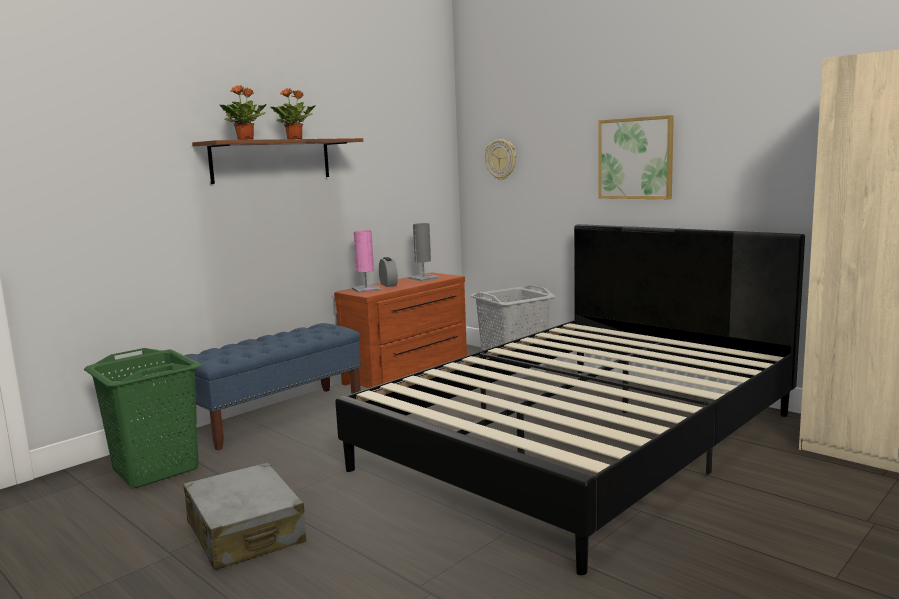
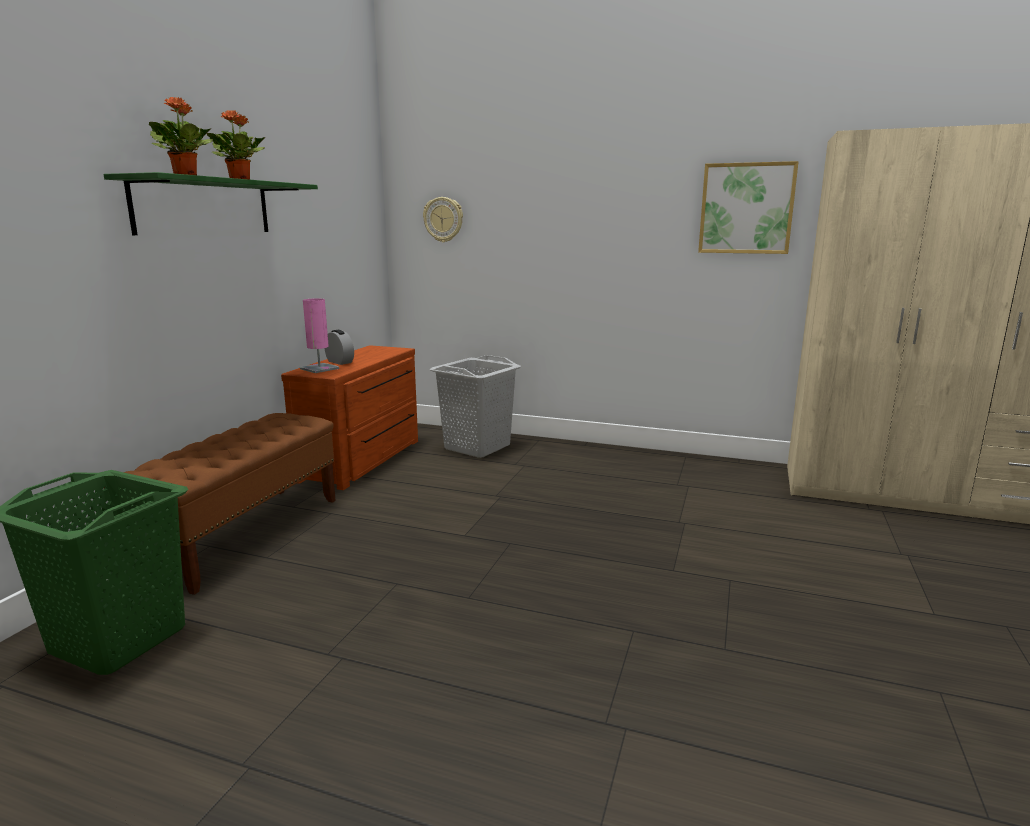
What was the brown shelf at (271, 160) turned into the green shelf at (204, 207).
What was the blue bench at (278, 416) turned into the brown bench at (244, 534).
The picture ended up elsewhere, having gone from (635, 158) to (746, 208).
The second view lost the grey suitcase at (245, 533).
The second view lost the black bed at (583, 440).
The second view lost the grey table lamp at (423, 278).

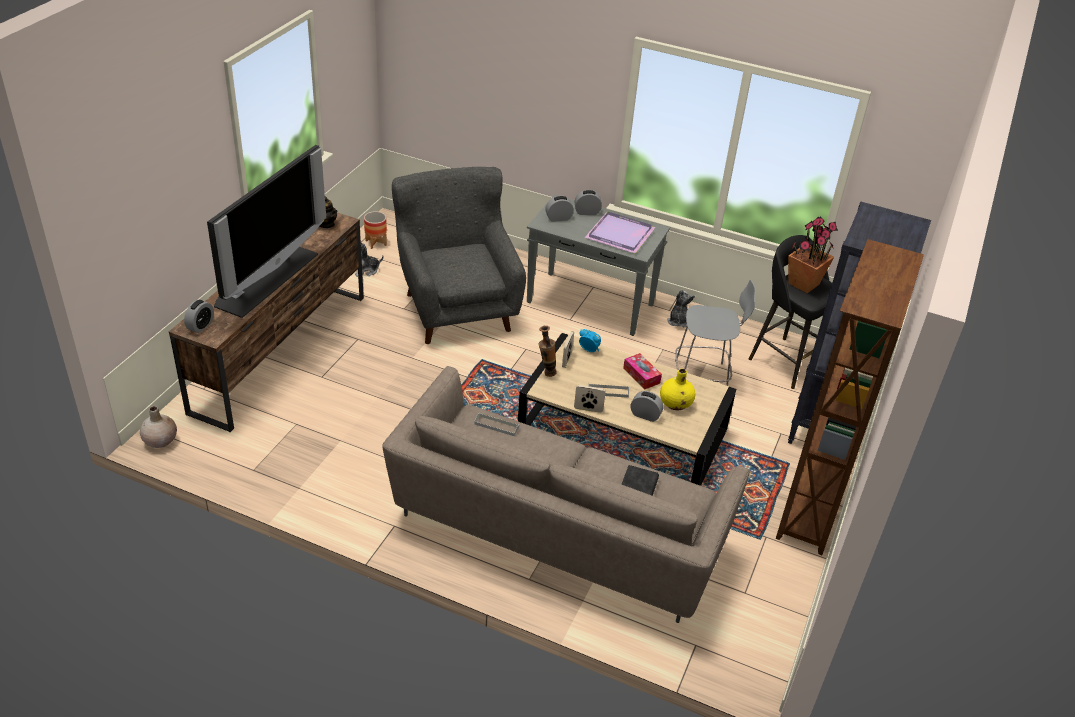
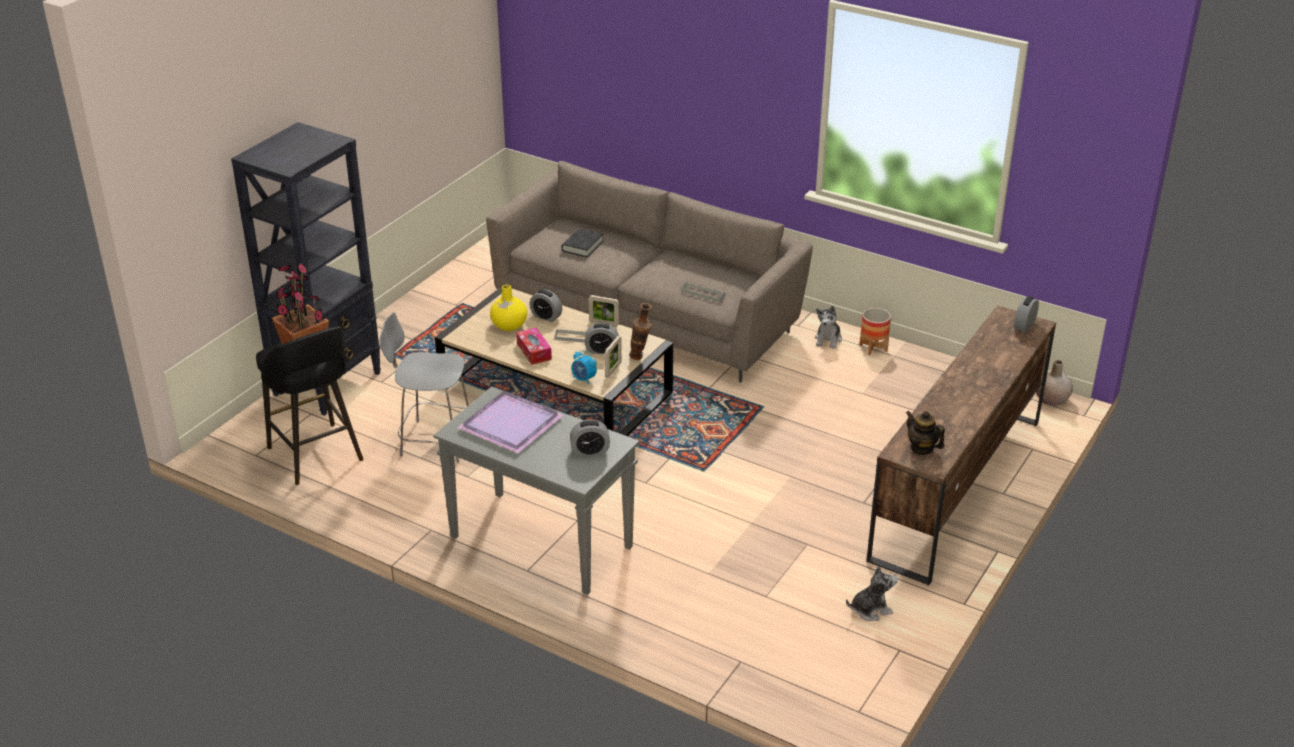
The alarm clock ended up elsewhere, having gone from (587, 212) to (602, 350).
The plush toy ended up elsewhere, having gone from (678, 321) to (828, 339).
The planter ended up elsewhere, having gone from (376, 243) to (873, 348).
The second view lost the television at (265, 278).
The second view lost the grey armchair at (457, 306).
The second view lost the brown bookcase at (810, 509).

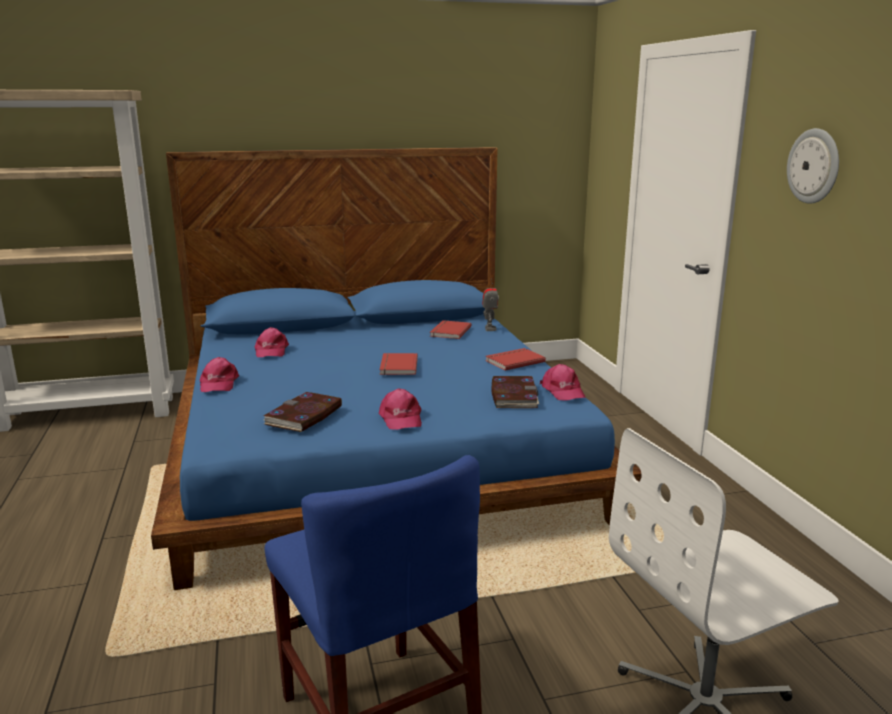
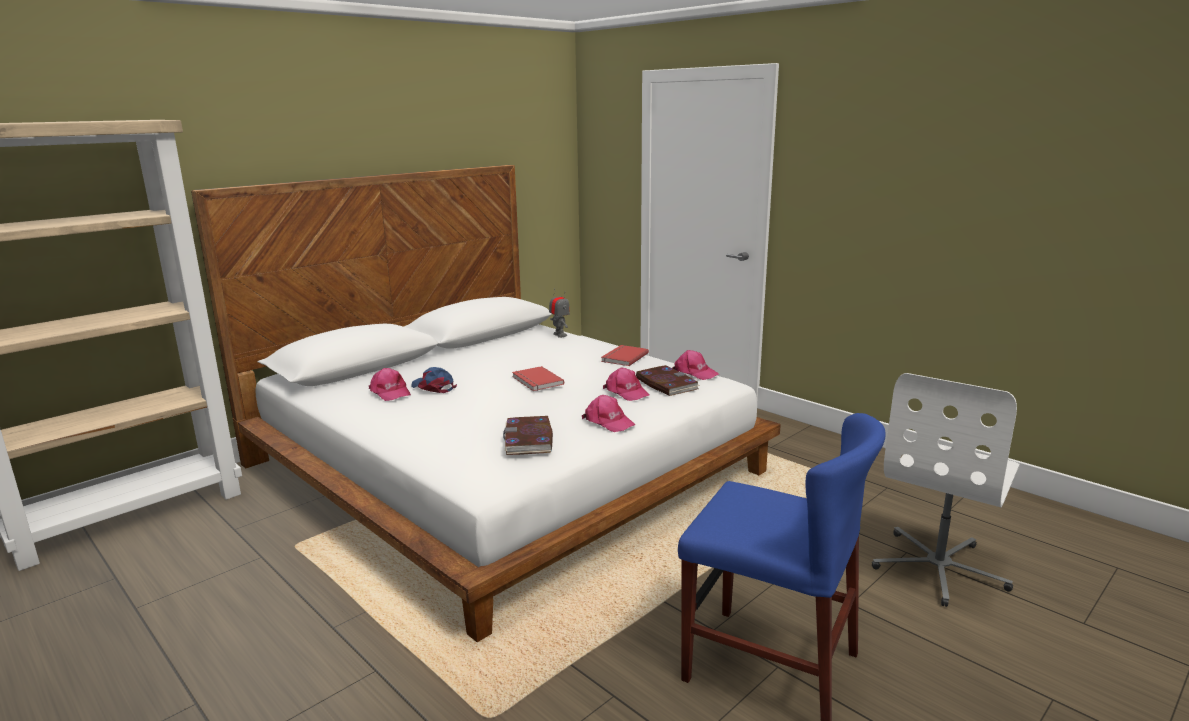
What was the blue bed at (375, 448) turned into the white bed at (503, 468).
The second view gained the blue cap at (433, 387).
The pink cap ended up elsewhere, having gone from (218, 383) to (626, 392).
The second view lost the red book at (449, 331).
The second view lost the wall clock at (814, 166).

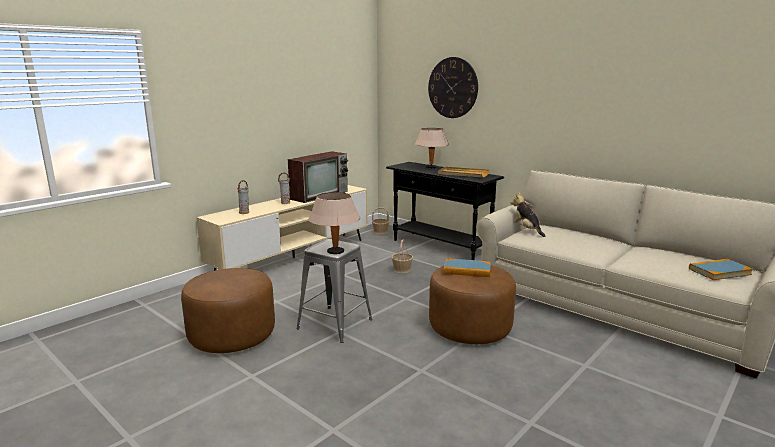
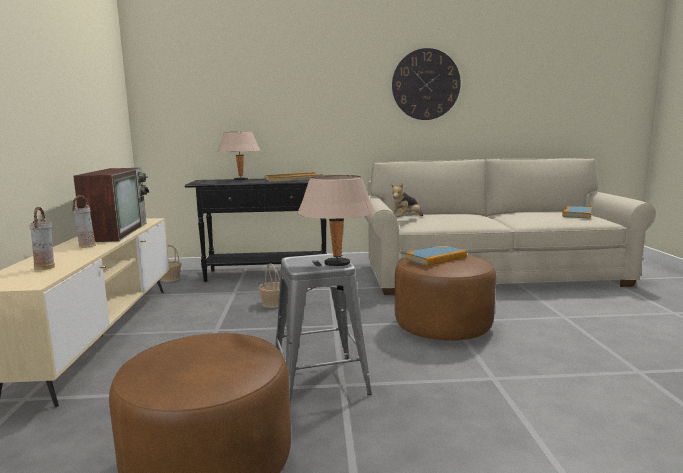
The plush toy at (526, 230) ended up facing another way, 60 degrees counterclockwise from before.
The wall clock ended up elsewhere, having gone from (452, 88) to (426, 84).

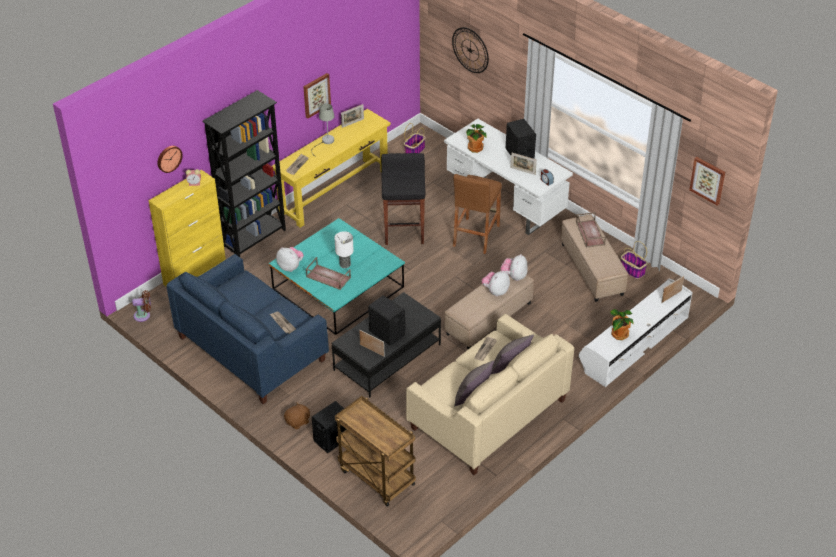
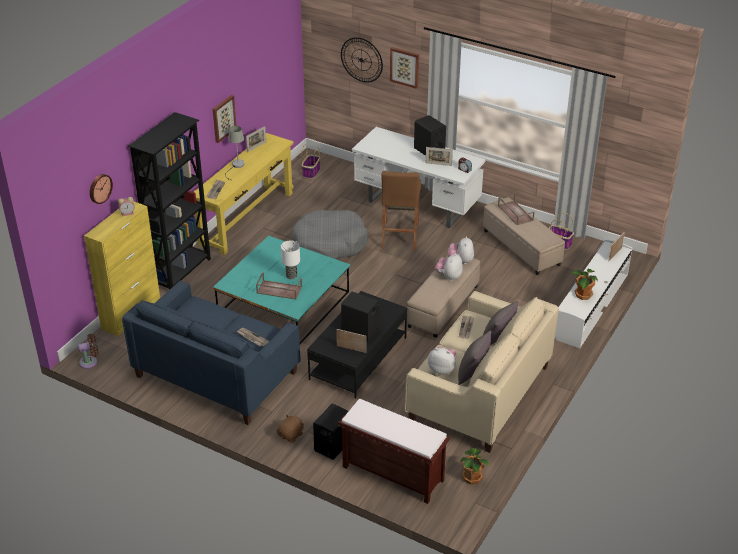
Where the black stool stood at (404, 232), the grey dog bed came to stand at (329, 243).
Where the brown cart stood at (375, 477), the brown bench came to stand at (392, 473).
The picture ended up elsewhere, having gone from (708, 180) to (405, 67).
The plush toy ended up elsewhere, having gone from (290, 267) to (442, 369).
The potted plant ended up elsewhere, having gone from (476, 148) to (472, 477).

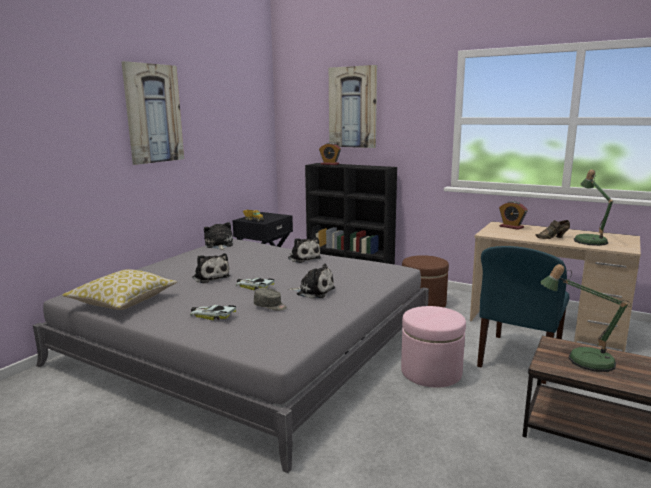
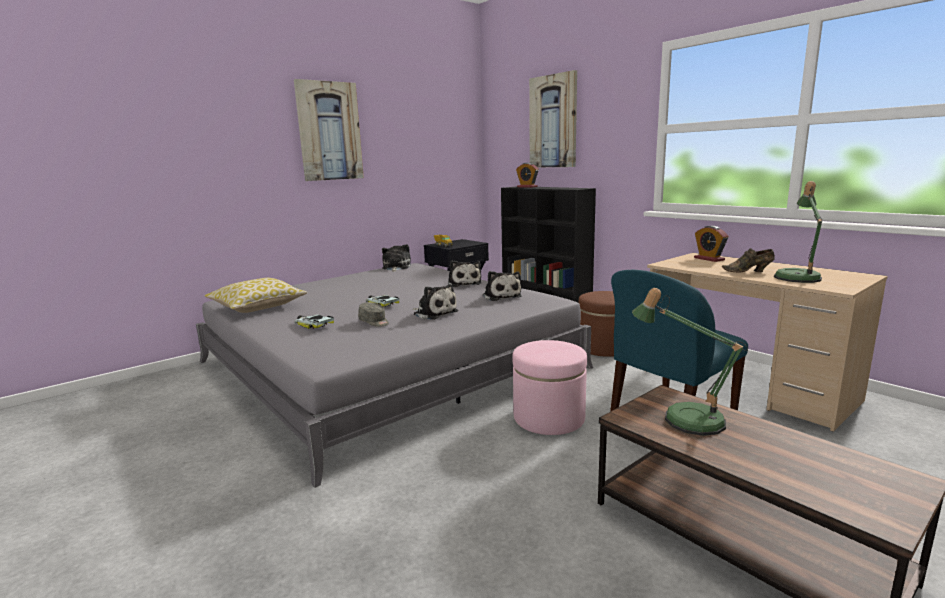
The plush toy ended up elsewhere, having gone from (210, 277) to (501, 296).

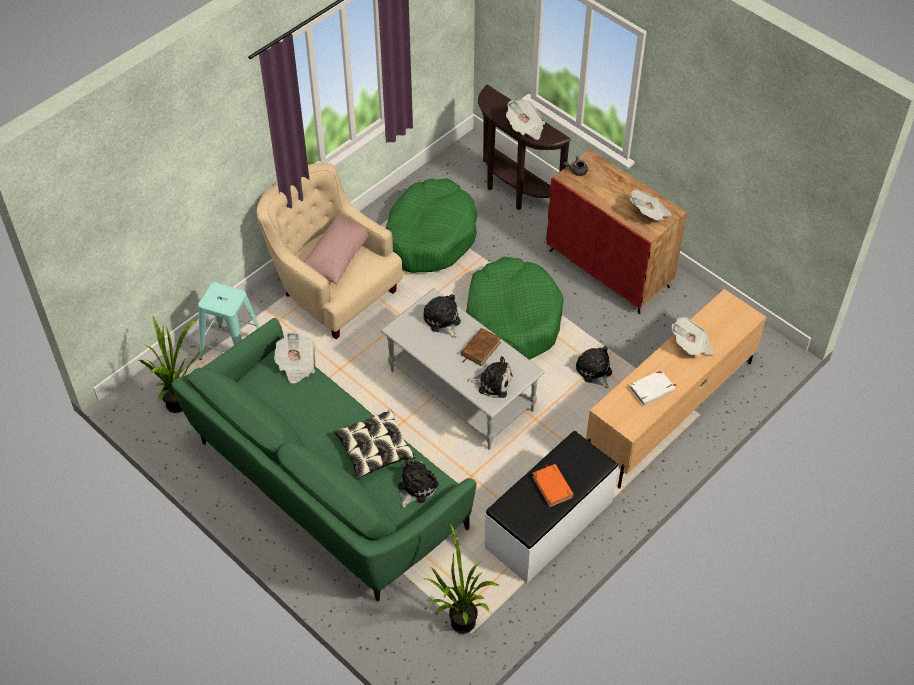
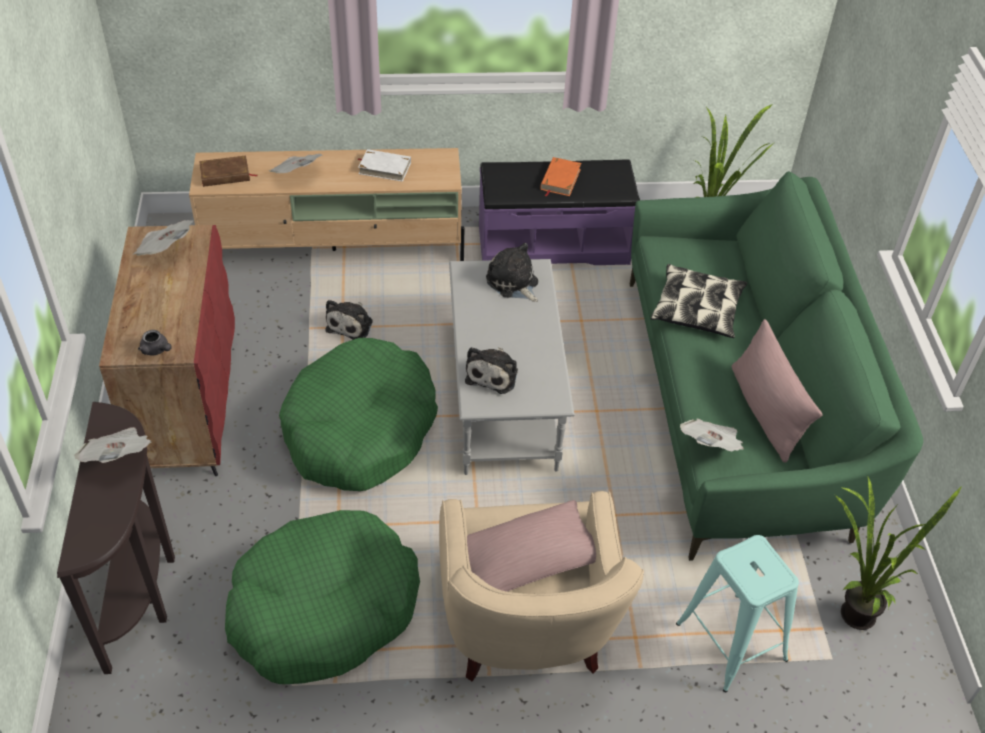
The brown book ended up elsewhere, having gone from (480, 348) to (225, 174).
What was the white bench at (549, 525) turned into the purple bench at (553, 244).
The second view gained the pink pillow at (765, 411).
The second view lost the plush toy at (416, 487).

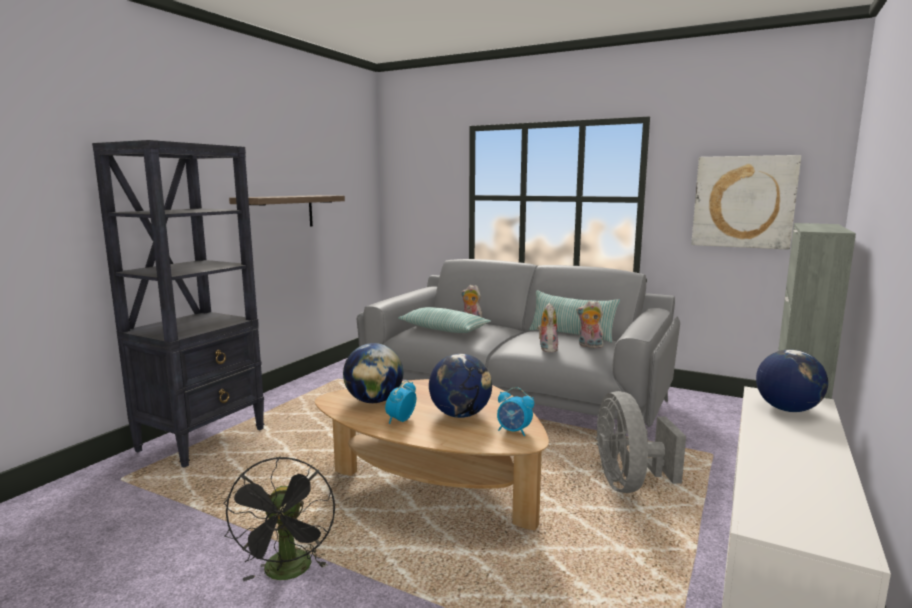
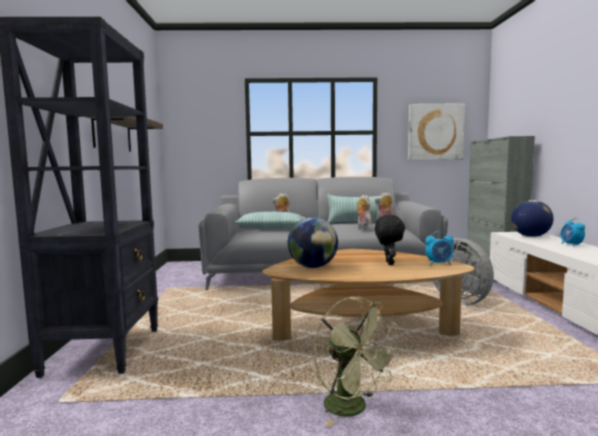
What was the black fan at (288, 573) turned into the green fan at (353, 409).
Where the globe stood at (460, 415), the black plush toy came to stand at (388, 263).
The alarm clock ended up elsewhere, having gone from (400, 420) to (571, 245).

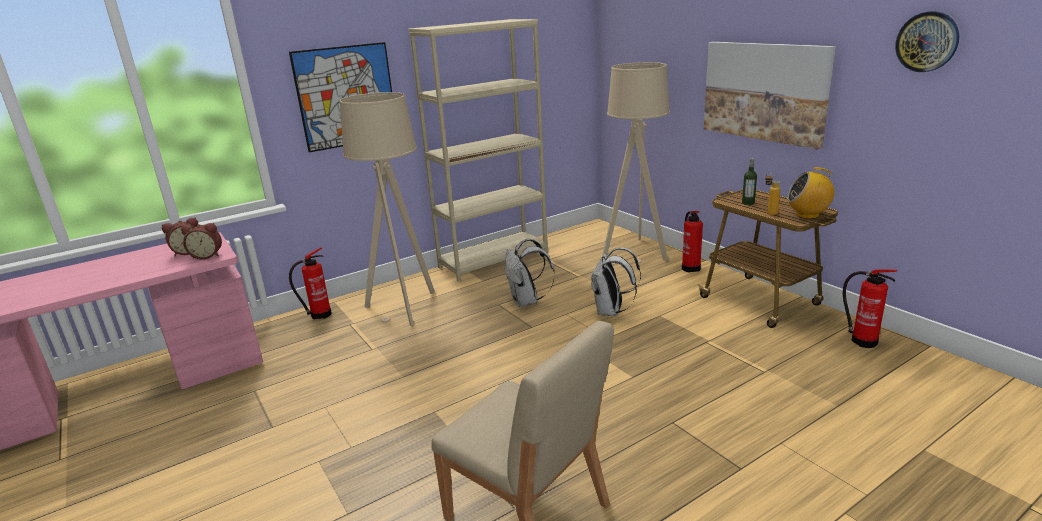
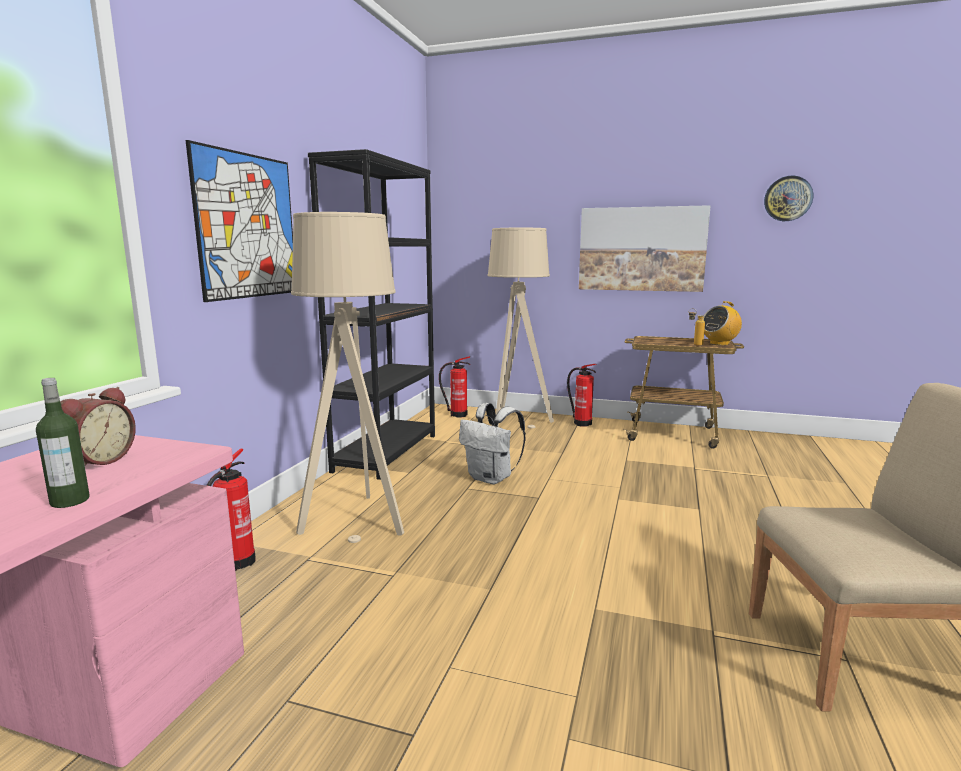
The bottle ended up elsewhere, having gone from (748, 203) to (70, 501).
What was the beige bookcase at (494, 260) turned into the black bookcase at (386, 452).
The fire extinguisher ended up elsewhere, having gone from (861, 340) to (457, 415).
The second view lost the alarm clock at (207, 256).
The second view lost the white backpack at (611, 312).

